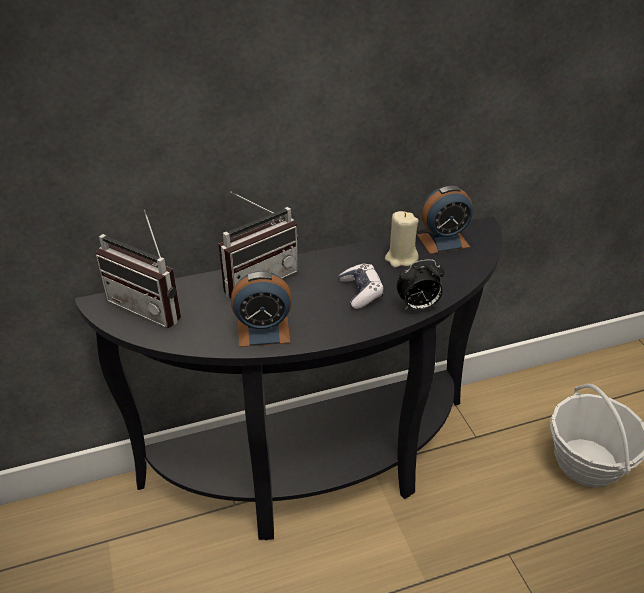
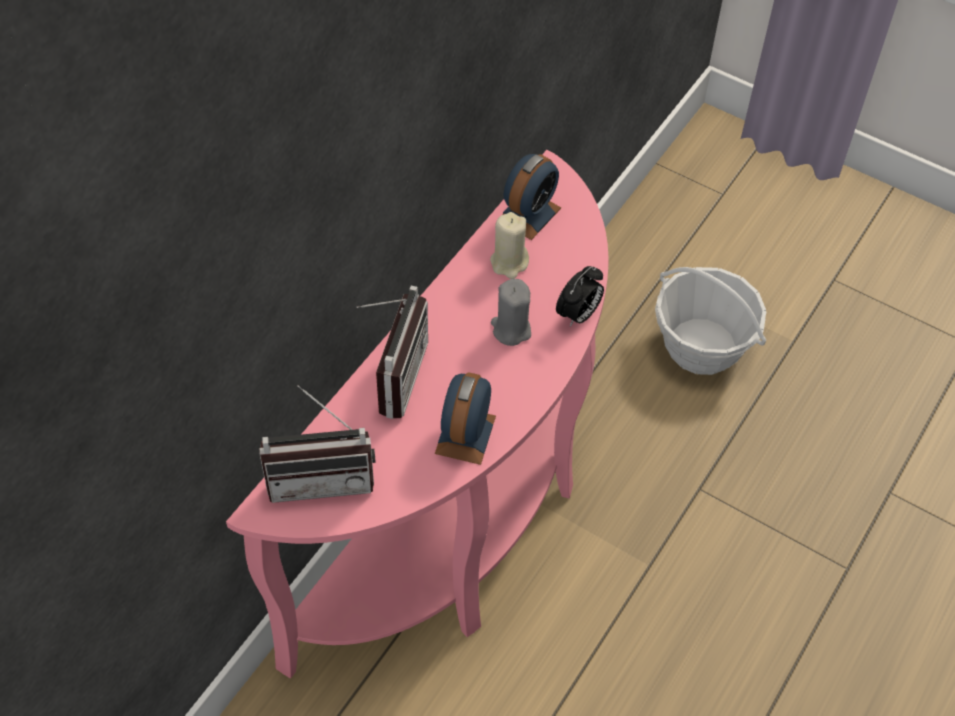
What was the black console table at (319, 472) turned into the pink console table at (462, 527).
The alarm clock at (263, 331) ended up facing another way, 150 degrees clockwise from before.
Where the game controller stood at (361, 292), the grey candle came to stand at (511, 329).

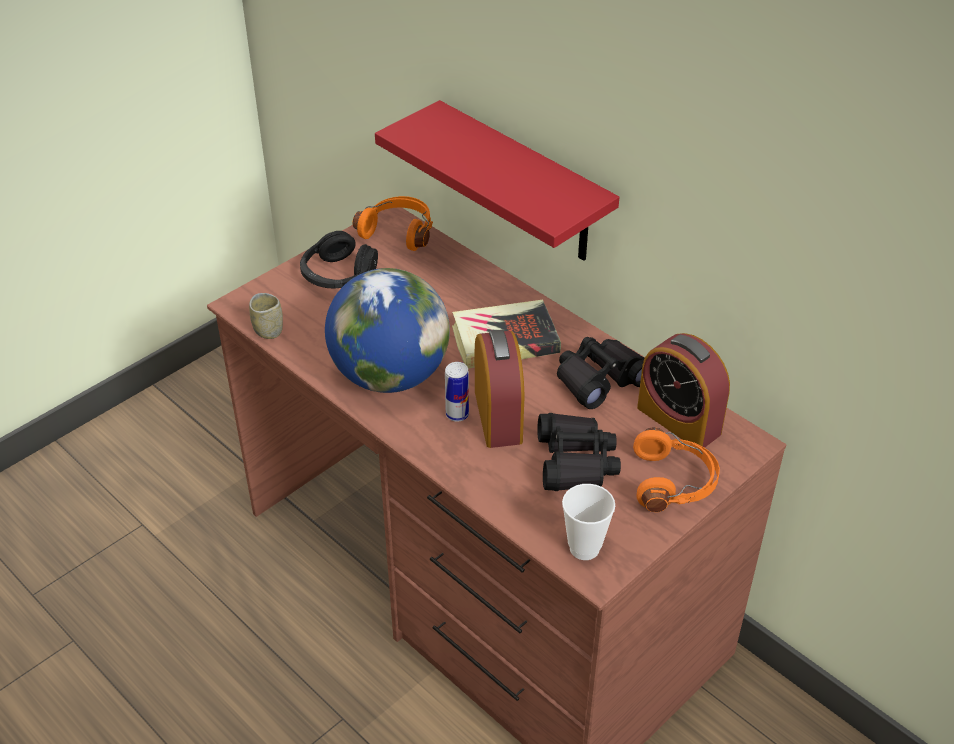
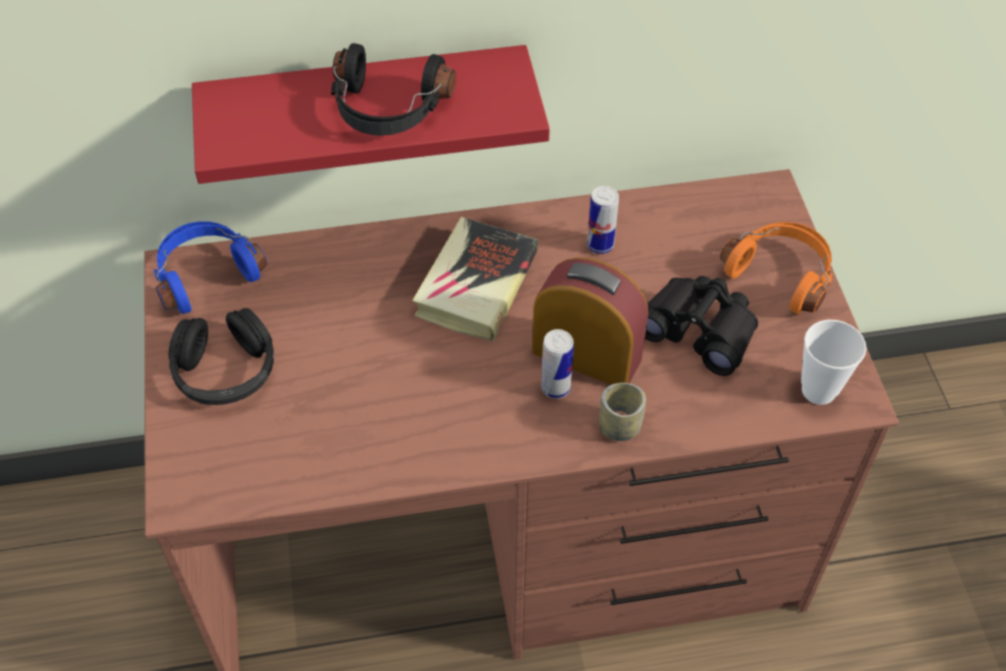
What was the orange headphones at (399, 231) turned into the blue headphones at (205, 274).
The second view gained the black headphones at (388, 110).
Where the black binoculars stood at (599, 379), the can came to stand at (600, 245).
The cup ended up elsewhere, having gone from (268, 331) to (619, 427).
The second view lost the globe at (390, 376).
The second view lost the alarm clock at (678, 420).

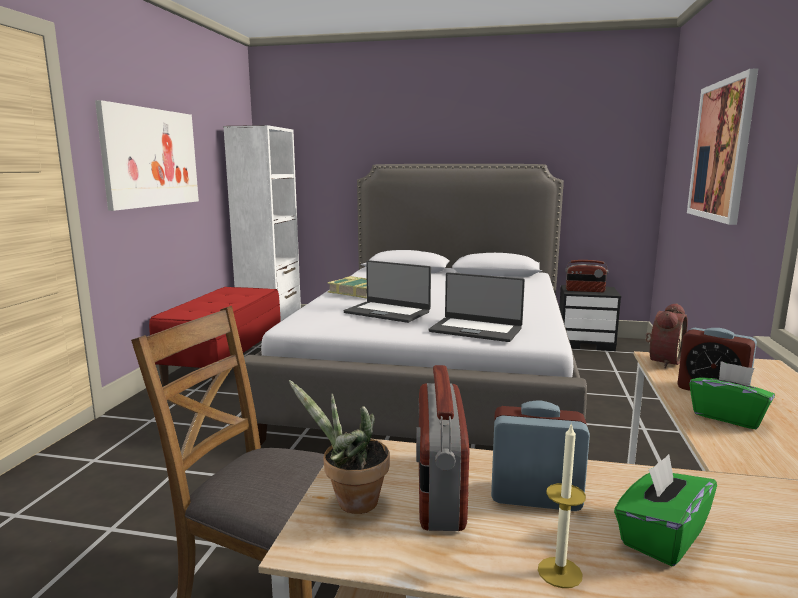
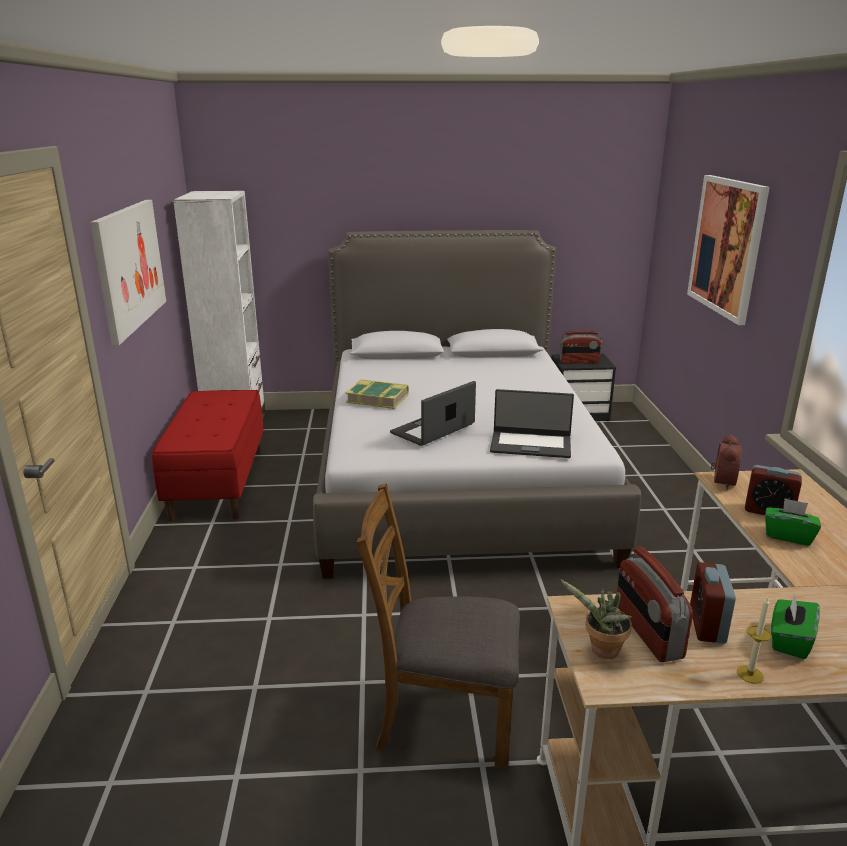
The laptop at (387, 312) ended up facing another way, 120 degrees clockwise from before.
The alarm clock at (535, 496) ended up facing another way, 75 degrees counterclockwise from before.

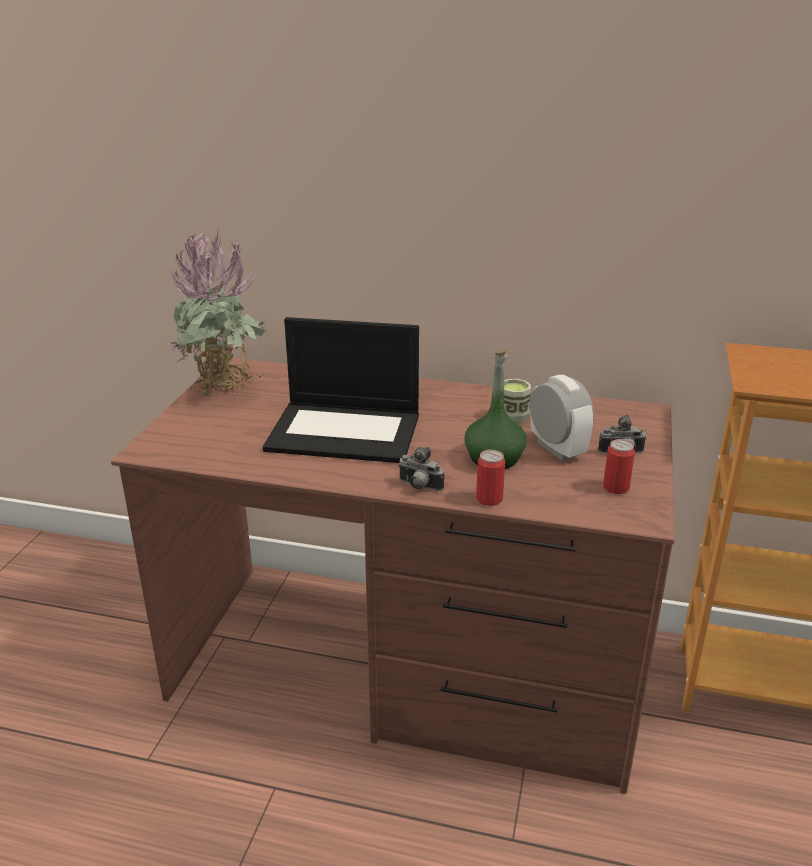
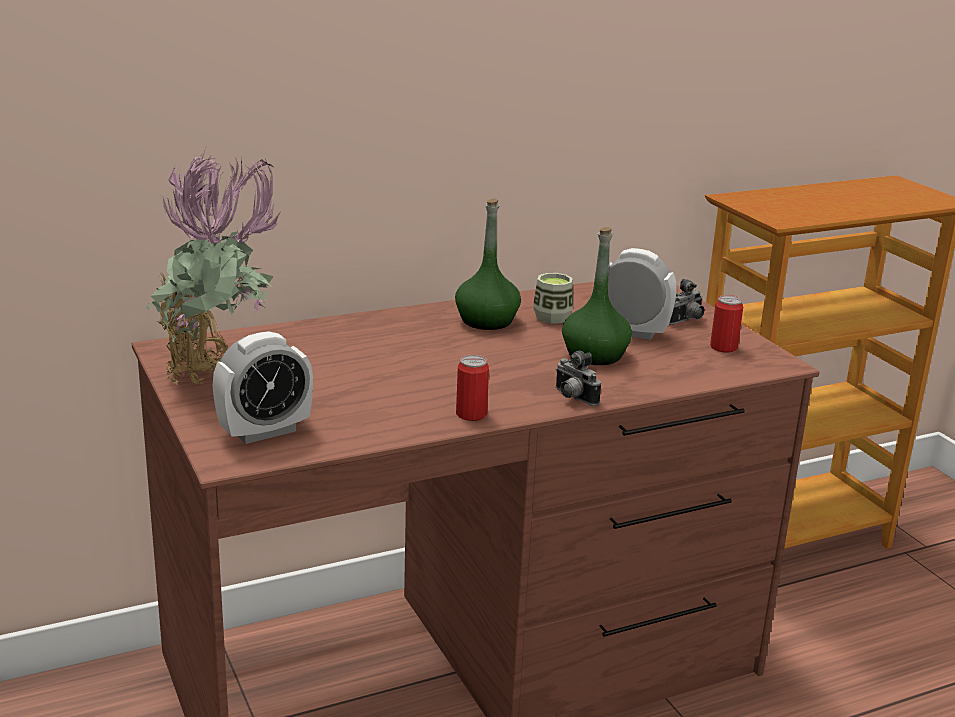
The second view gained the alarm clock at (265, 431).
The second view gained the green bottle at (486, 321).
The can ended up elsewhere, having gone from (489, 499) to (471, 414).
The photo camera at (419, 487) ended up facing another way, 60 degrees clockwise from before.
The second view lost the laptop at (346, 431).

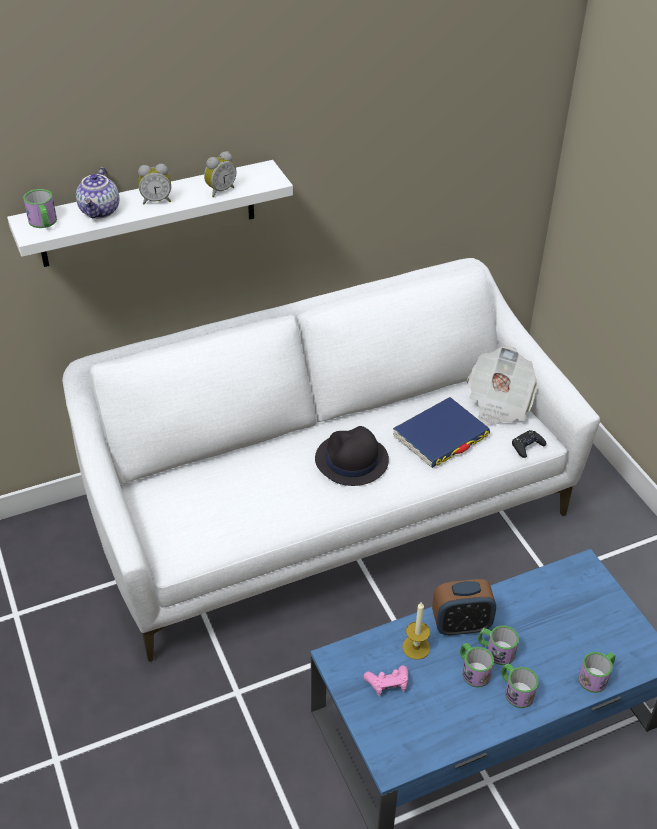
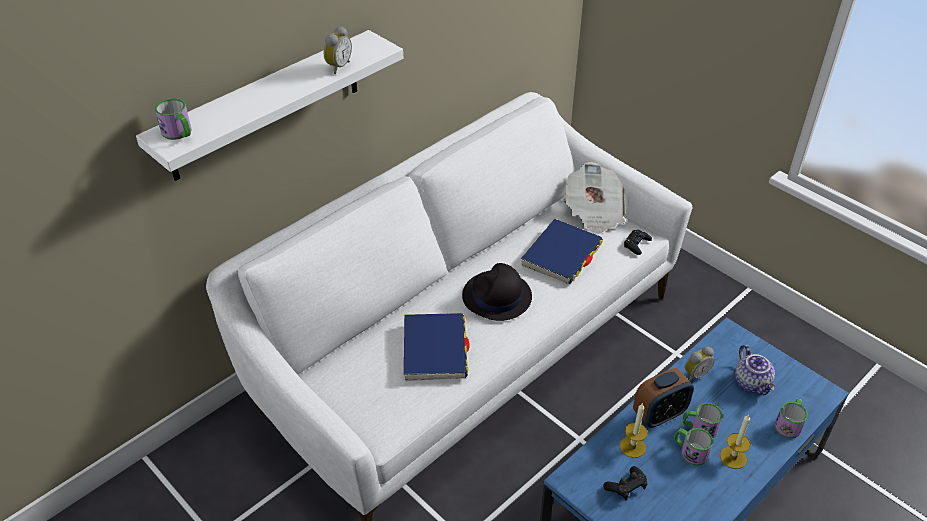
The second view gained the blue book at (435, 349).
What was the pink game controller at (387, 684) turned into the black game controller at (626, 487).
The alarm clock ended up elsewhere, having gone from (156, 200) to (695, 374).
Where the mug stood at (515, 691), the candle came to stand at (733, 457).
The teapot ended up elsewhere, having gone from (101, 211) to (752, 383).

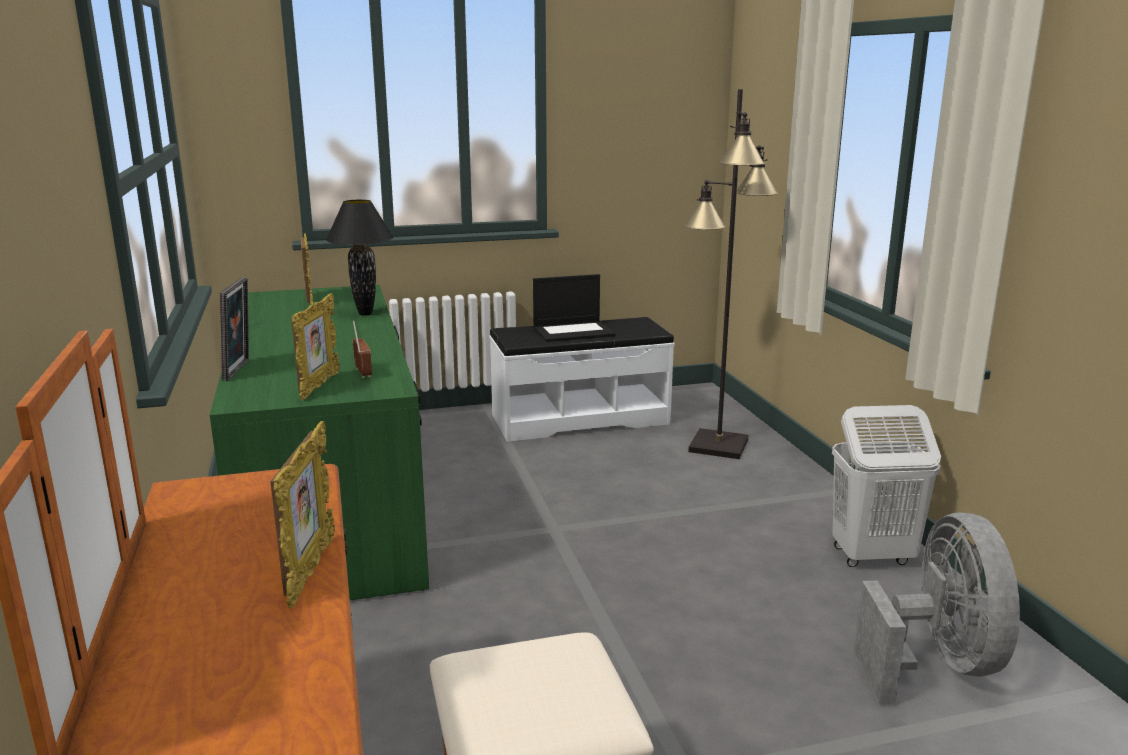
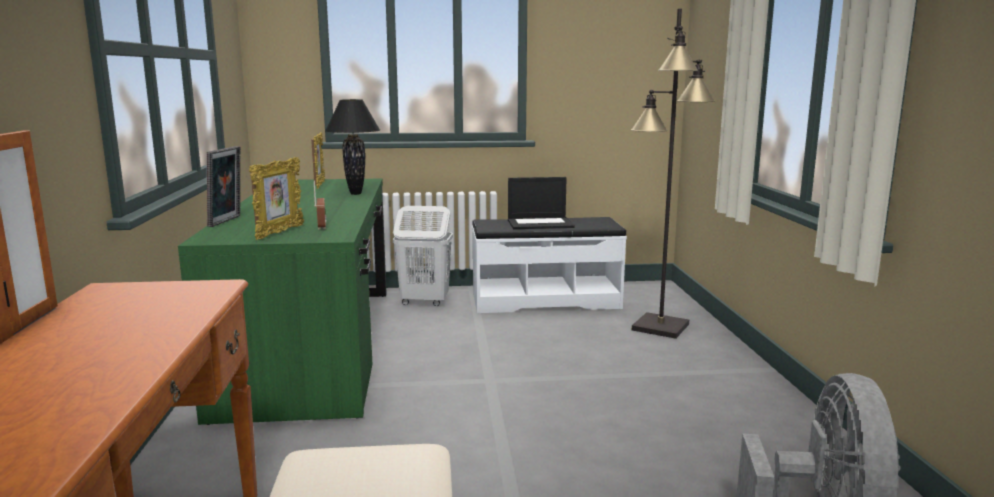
The white laundry basket ended up elsewhere, having gone from (871, 556) to (424, 302).
The second view lost the picture frame at (310, 571).

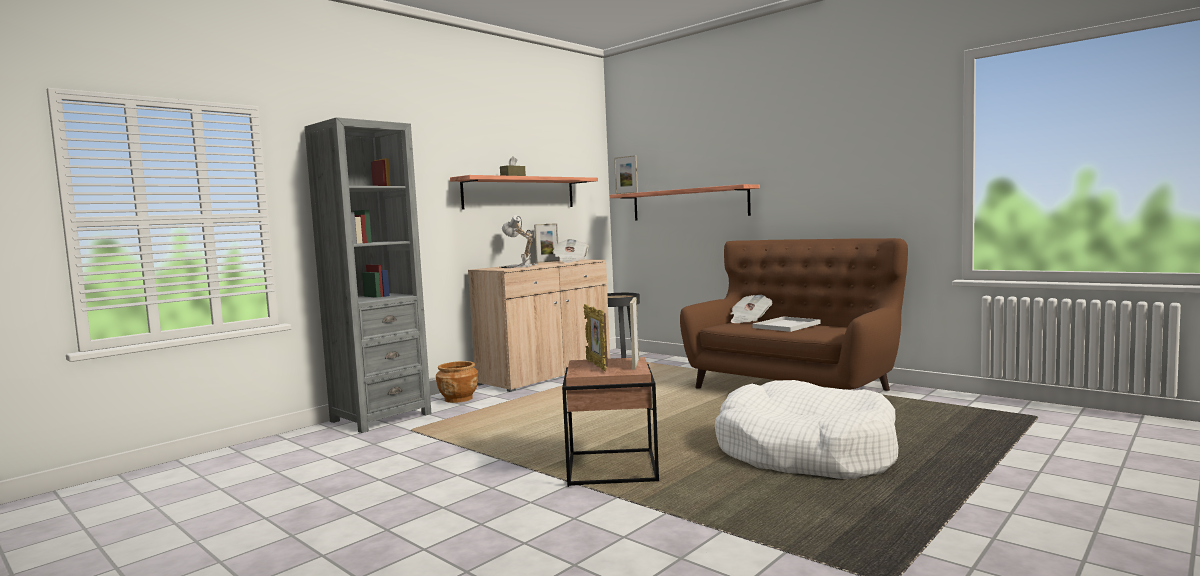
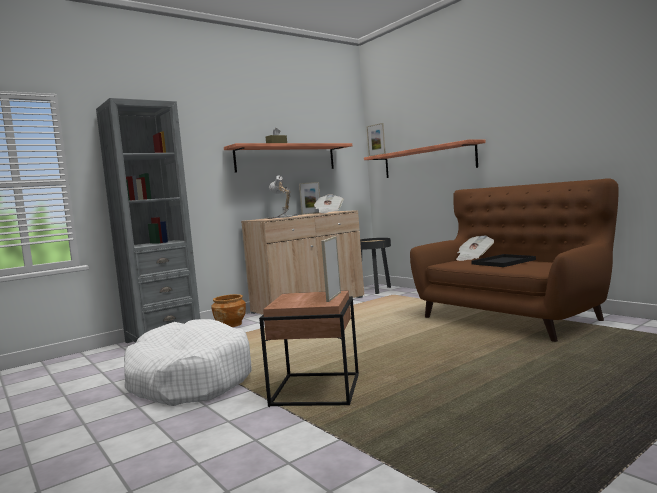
The white dog bed ended up elsewhere, having gone from (804, 452) to (189, 379).
What was the white tray at (786, 326) turned into the black tray at (503, 262).
The second view lost the picture frame at (597, 366).

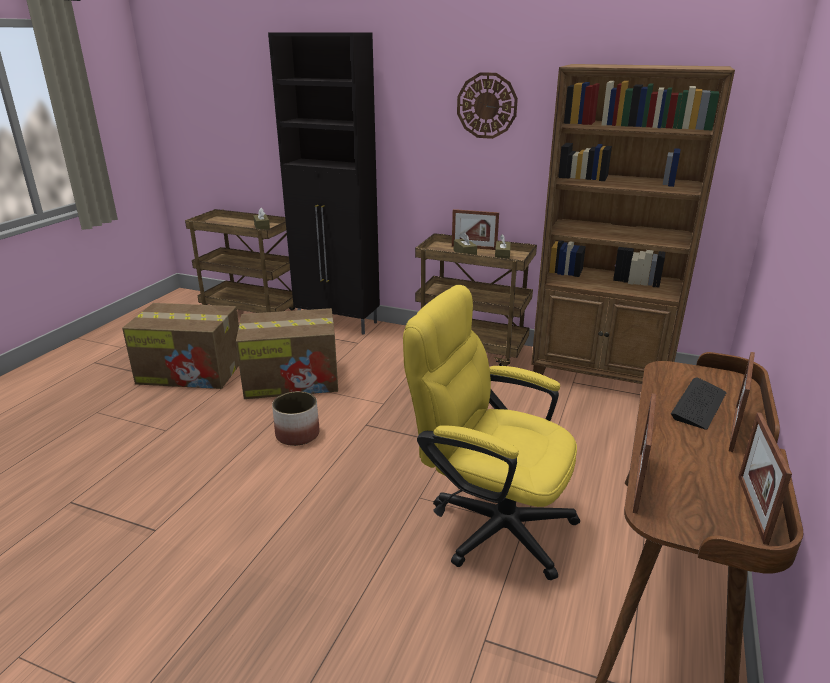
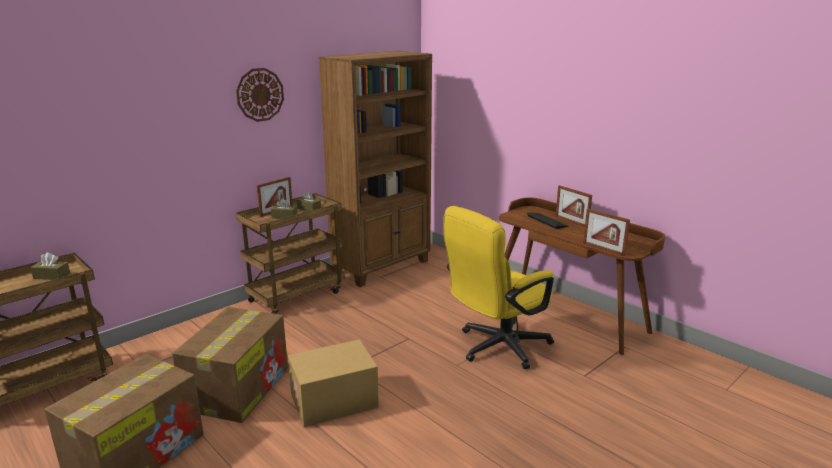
Where the planter stood at (297, 434), the cardboard box came to stand at (334, 402).
The second view lost the black cabinet at (338, 323).
The second view lost the picture frame at (752, 508).

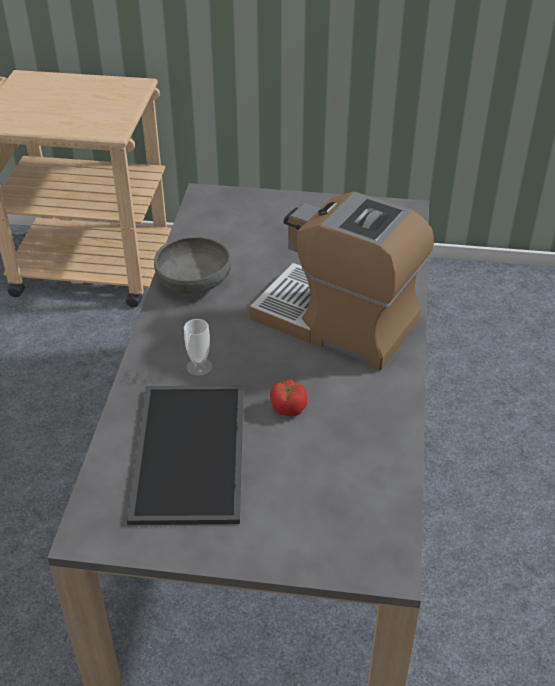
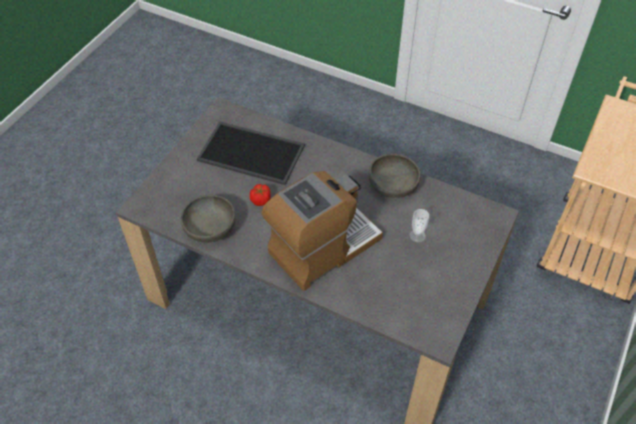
The second view gained the grey bowl at (210, 228).
The cup ended up elsewhere, having gone from (199, 367) to (417, 235).

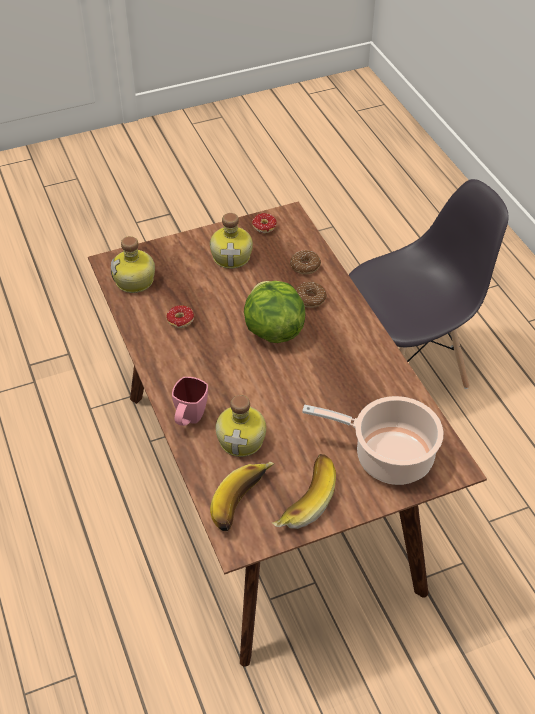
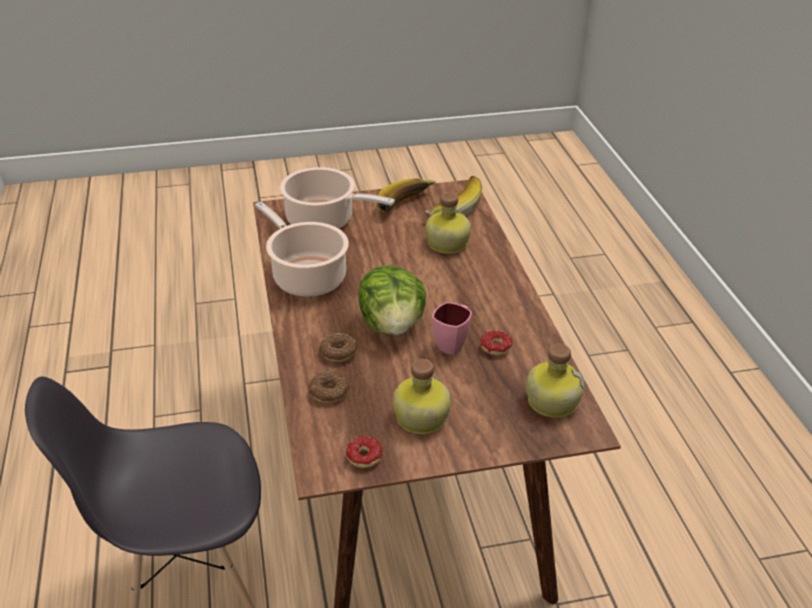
The second view gained the cooking pot at (306, 276).
The pink mug ended up elsewhere, having gone from (189, 420) to (453, 343).

